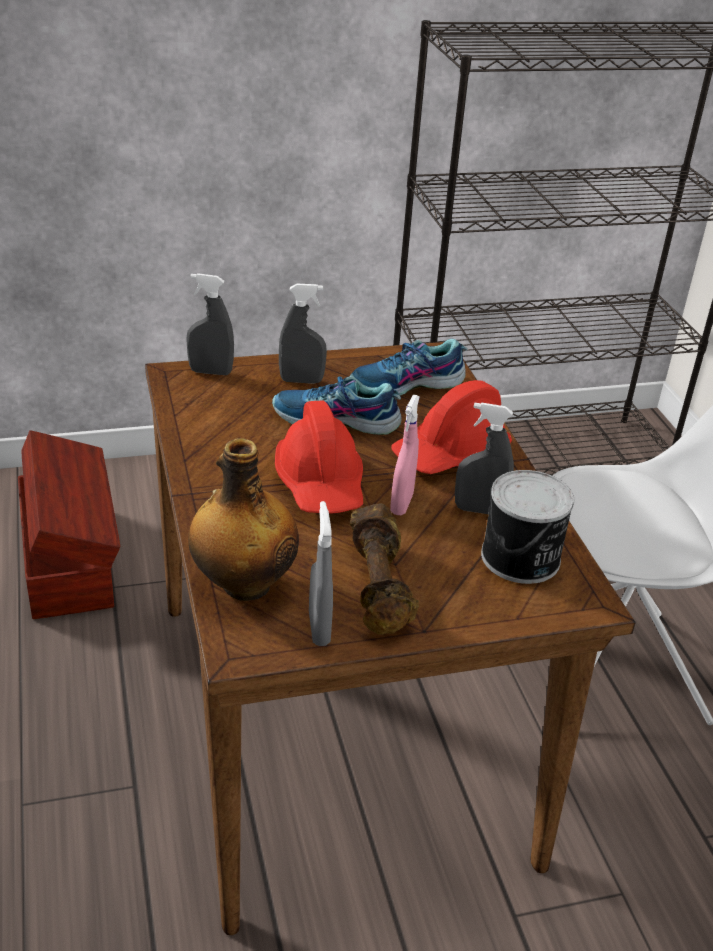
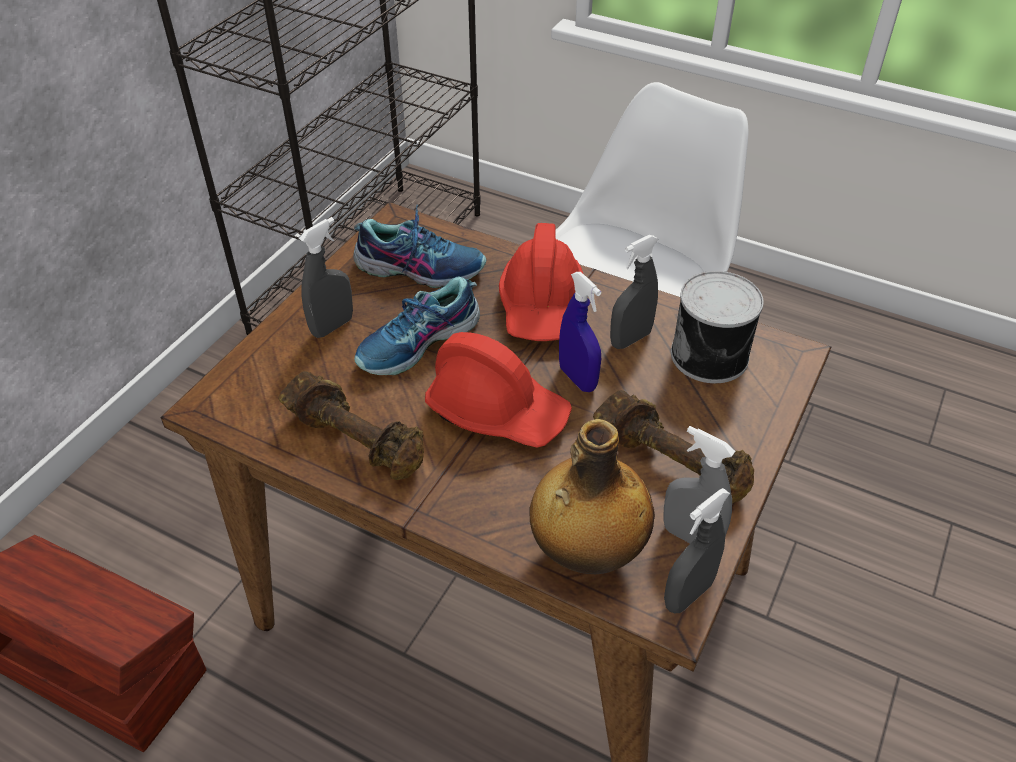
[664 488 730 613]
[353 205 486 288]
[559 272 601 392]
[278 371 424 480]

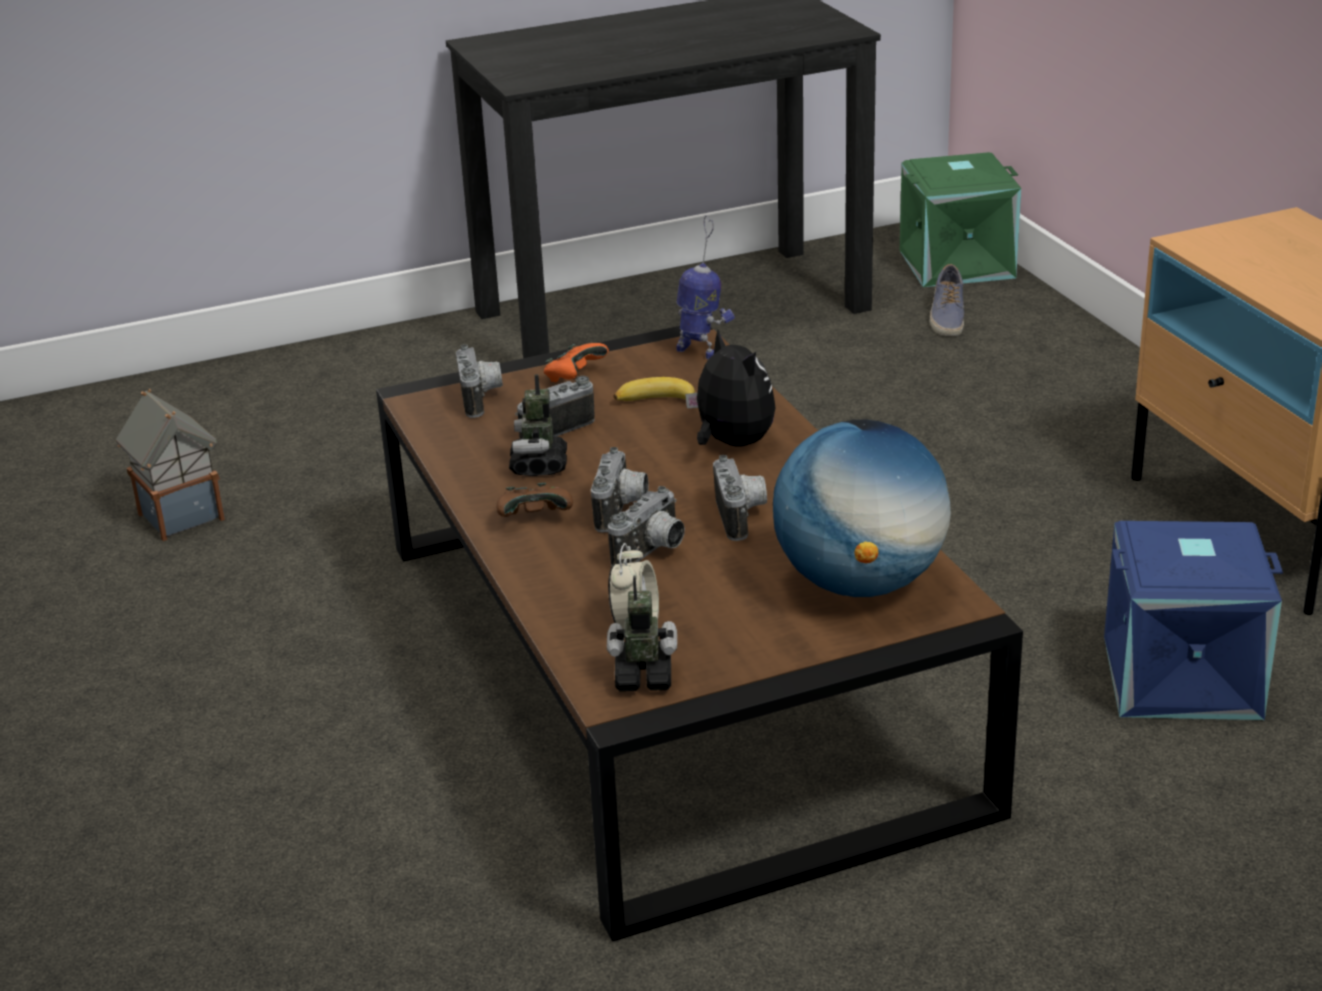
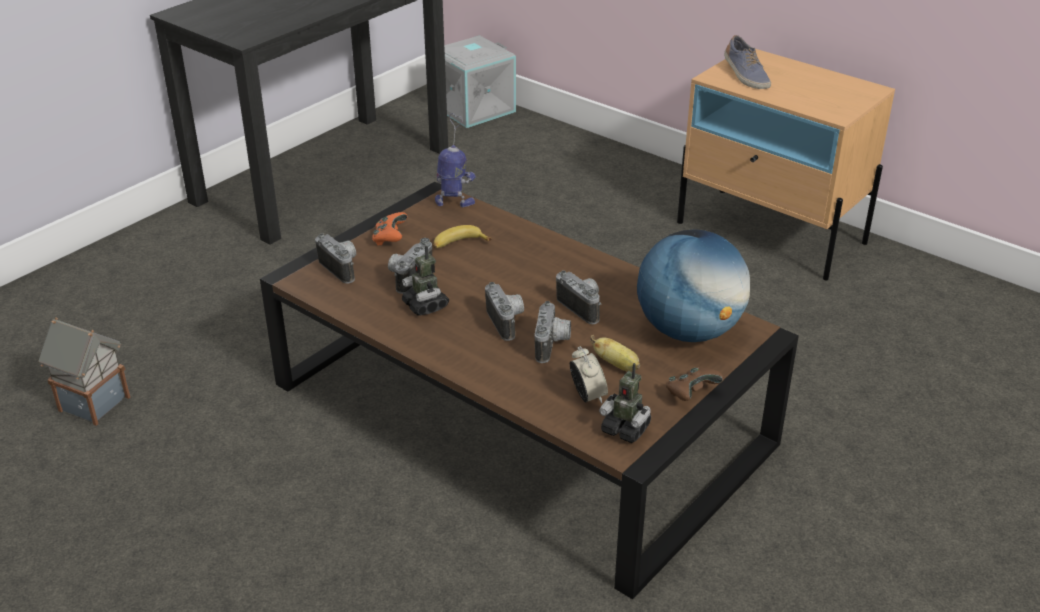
[666 368 724 401]
[599 363 651 443]
[685 330 776 447] (first image)
[444 35 516 128]
[724 35 771 89]
[1104 521 1283 720] (first image)
[590 335 640 371]

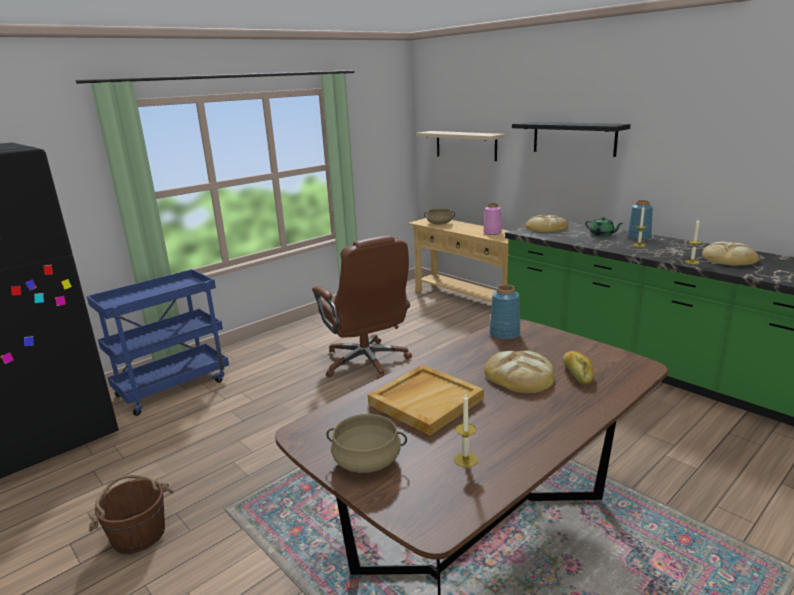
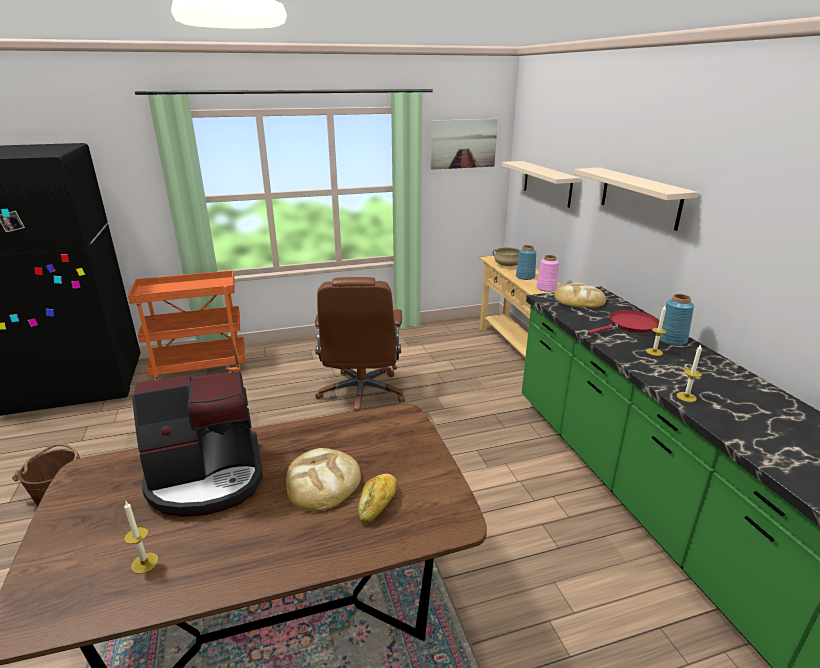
[128 270 245 380]
[326 414 407 473] (first image)
[132 371 263 517]
[516 245 536 280]
[574 168 698 231]
[588 310 659 334]
[702 242 759 266] (first image)
[431 119 498 170]

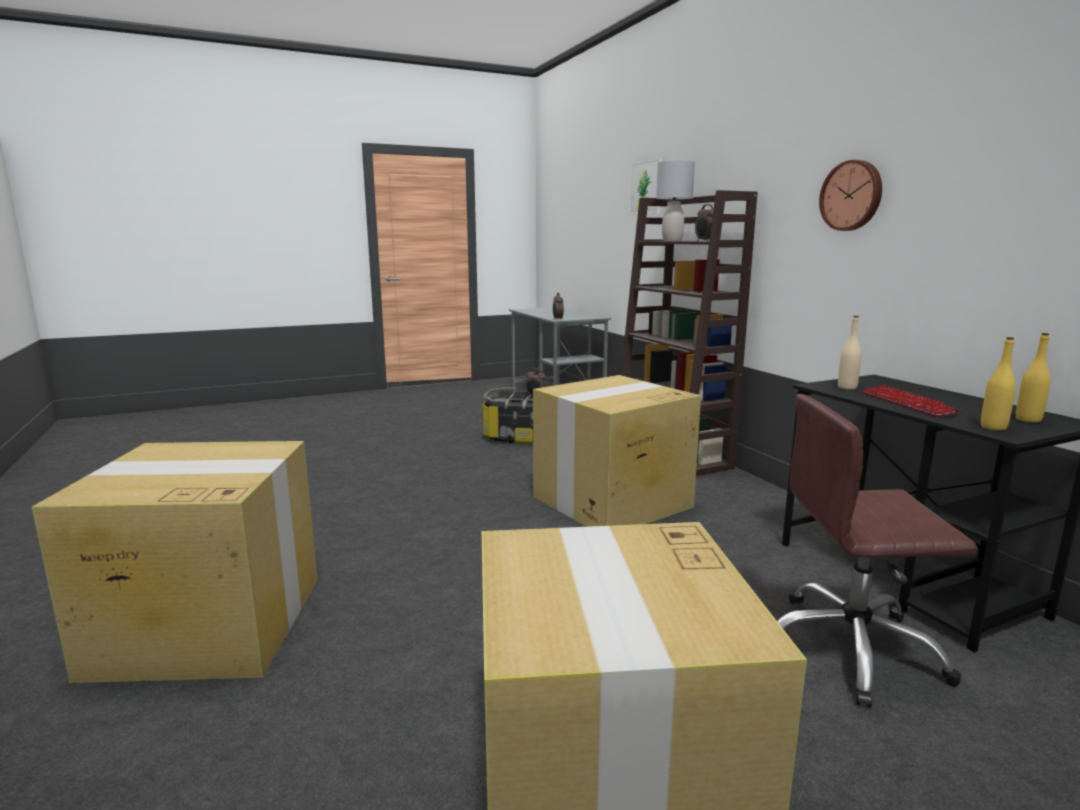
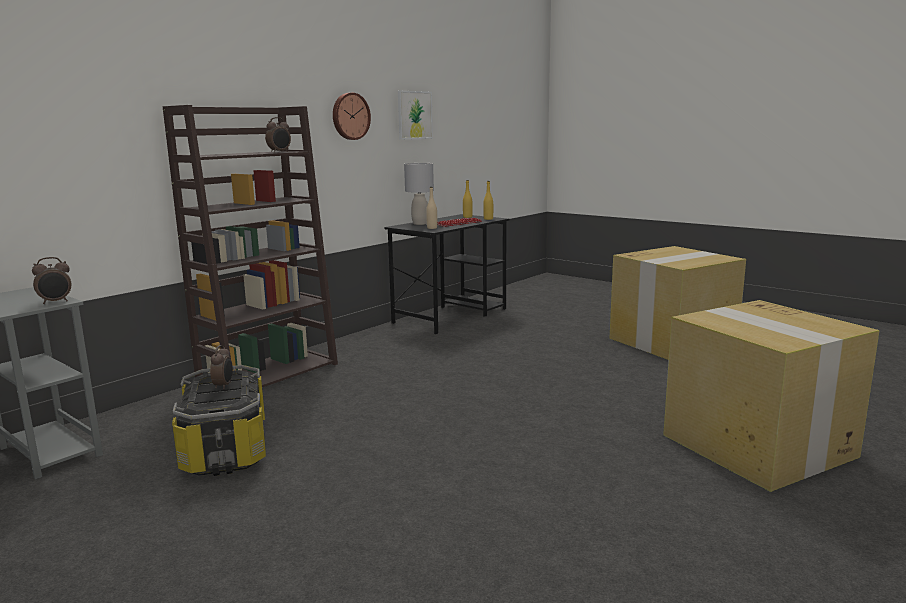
[533 375 701 527] (first image)
[398 91 433 140]
[404 163 434 225]
[777 394 977 708] (first image)

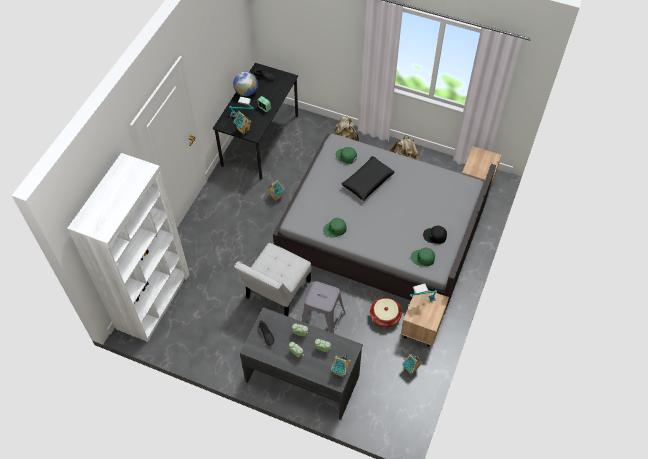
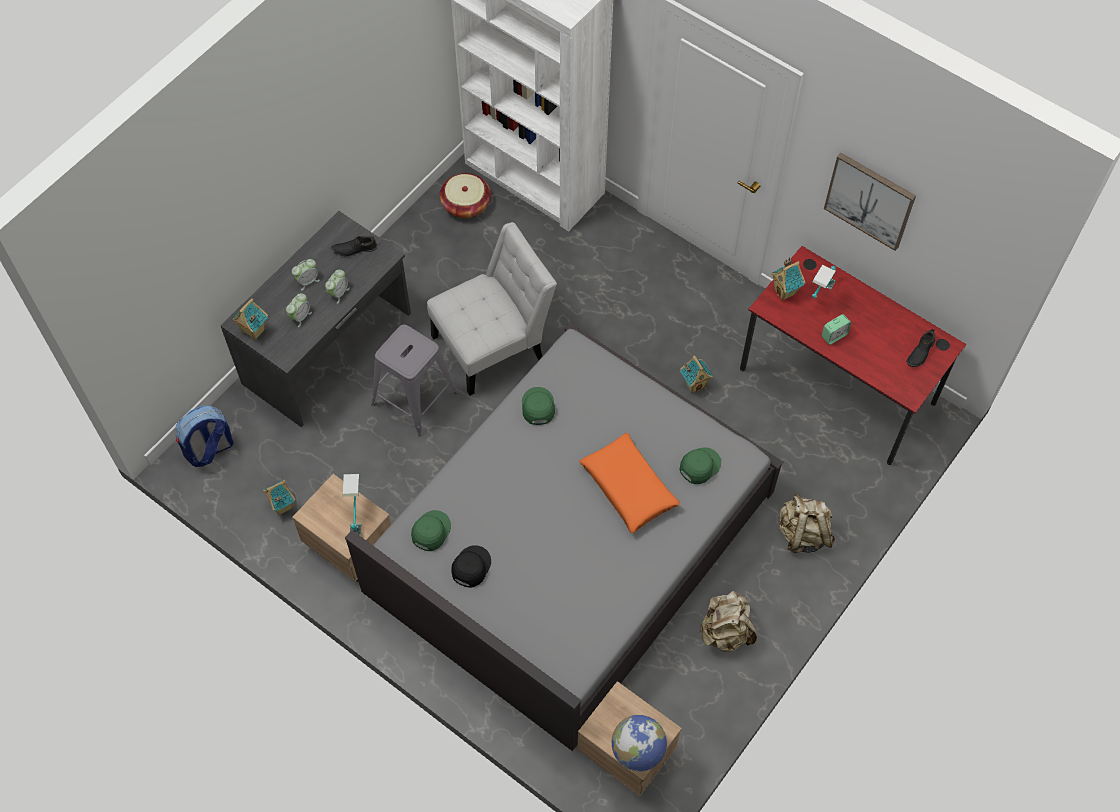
[740 246 966 465]
[612 715 667 772]
[427 222 557 396]
[580 433 680 533]
[439 173 491 218]
[175 405 234 467]
[824 152 916 251]

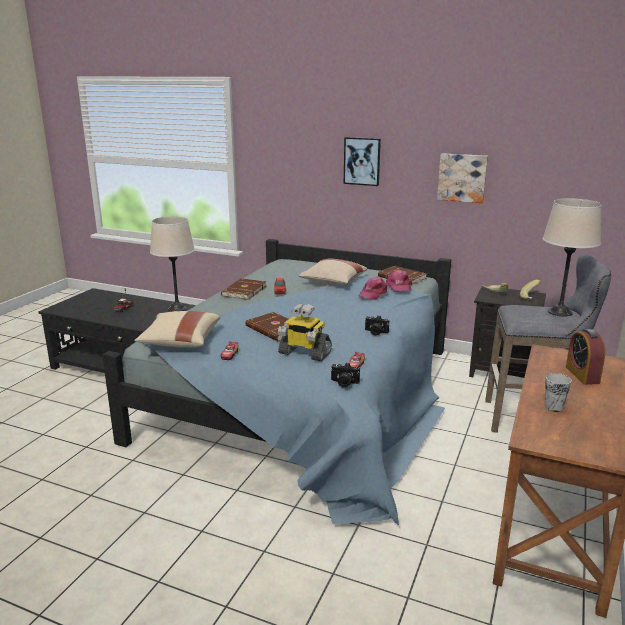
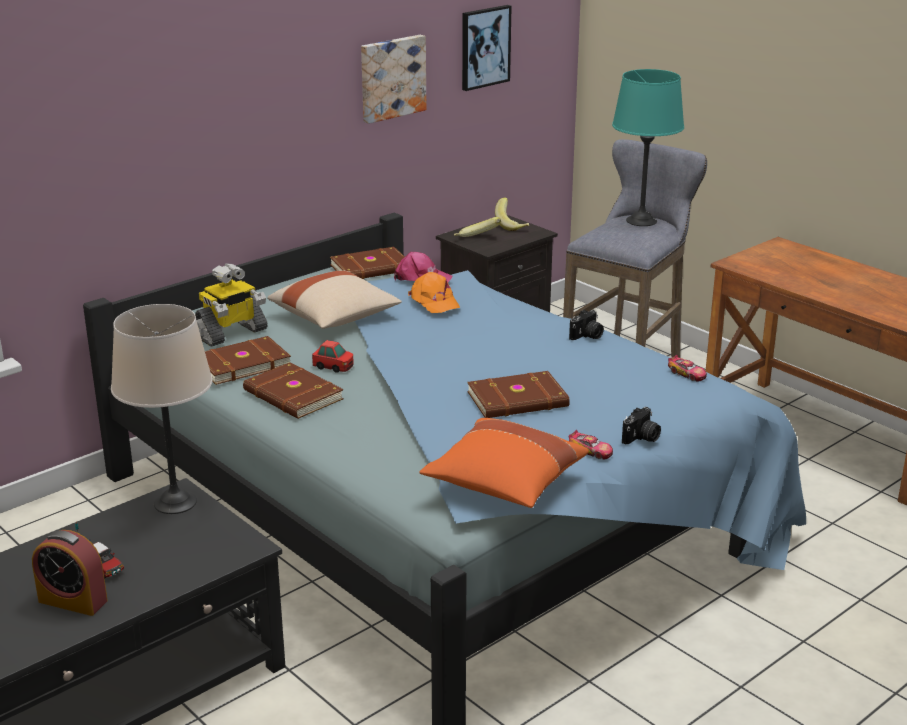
[419 418 589 508]
[195 263 268 347]
[622 407 661 444]
[462 5 512 91]
[408 272 460 313]
[612 69 684 226]
[545 373 572 412] (first image)
[32 530 108 616]
[205 336 291 385]

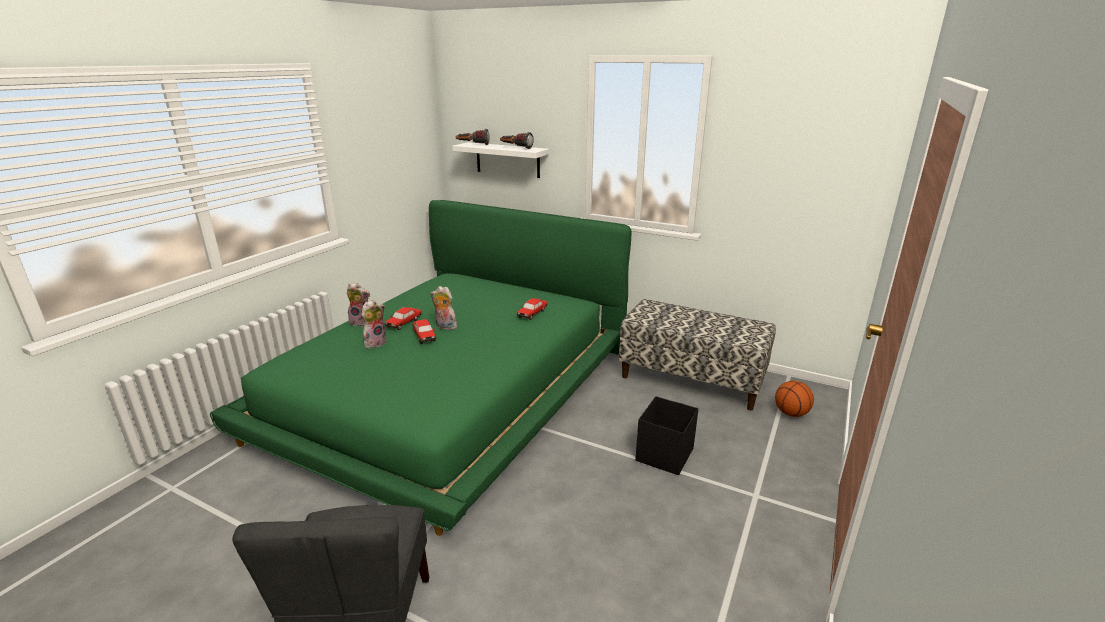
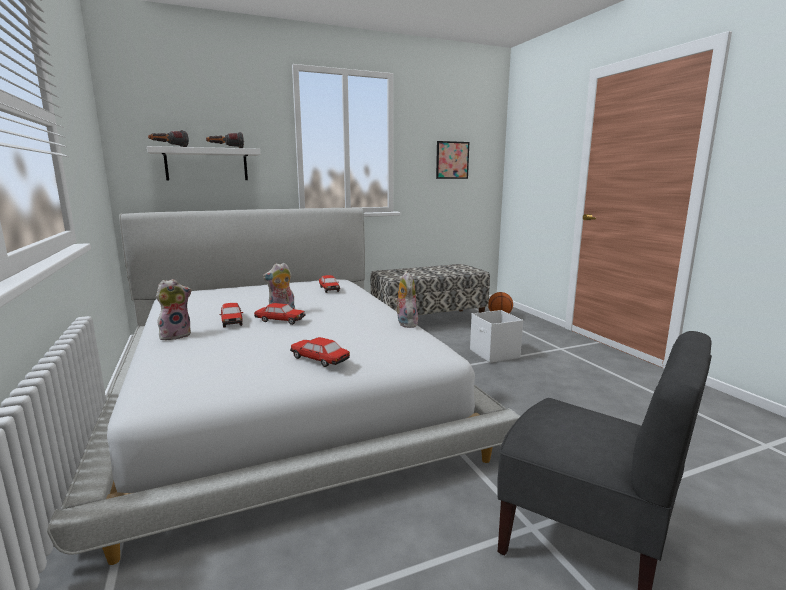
[47 208 520 565]
[394 272 418 328]
[470 310 523 363]
[290 337 350 367]
[436 141 469 179]

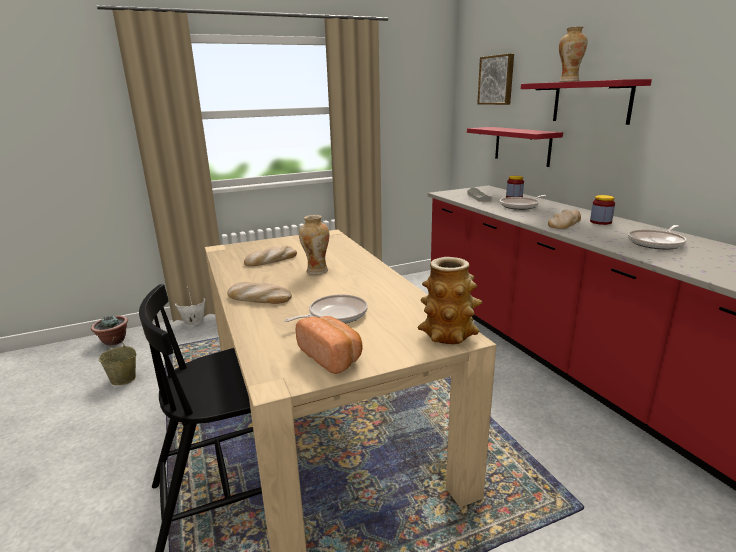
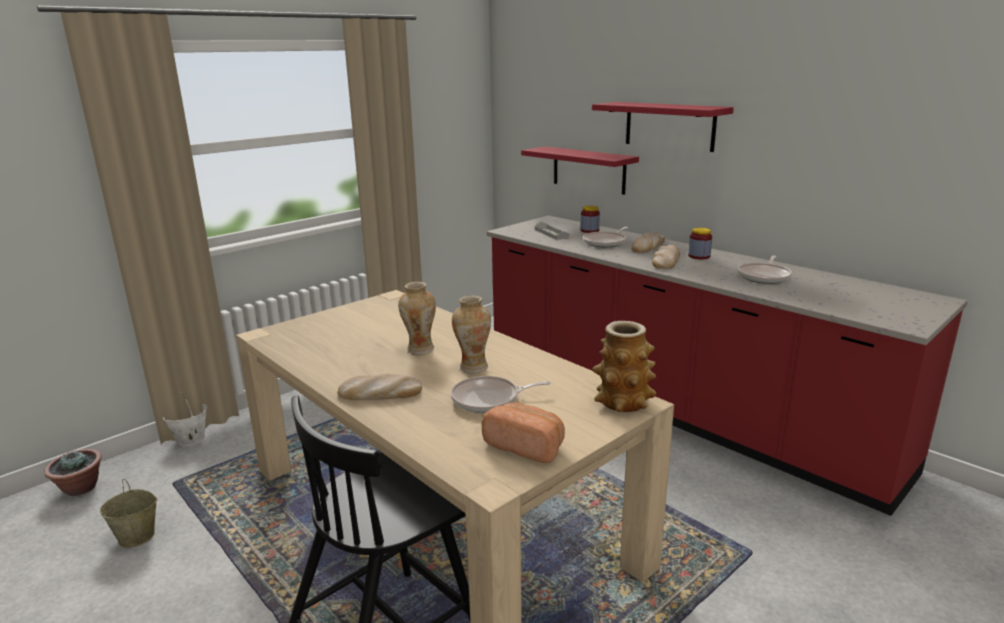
[632 231 665 253]
[451 376 551 413]
[477 54 514 105] (first image)
[452 296 491 373]

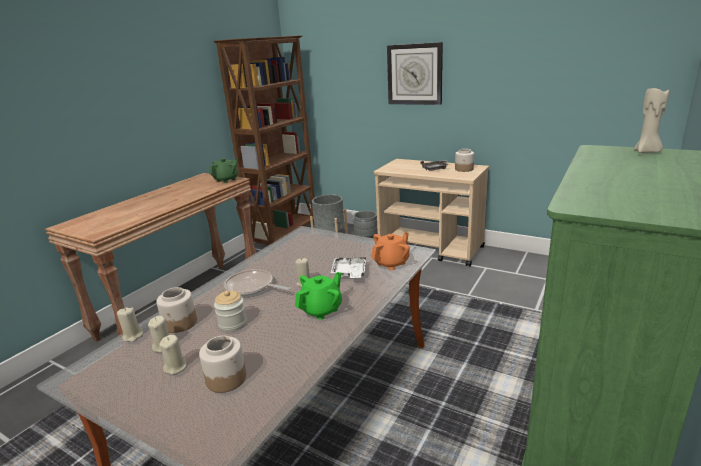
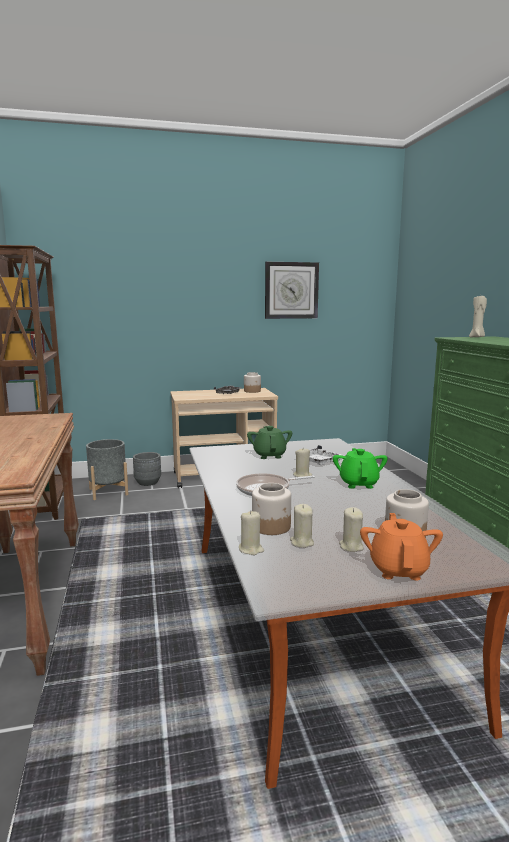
[247 426 292 459]
[214 290 247 332] (first image)
[360 513 443 580]
[265 262 319 319]

